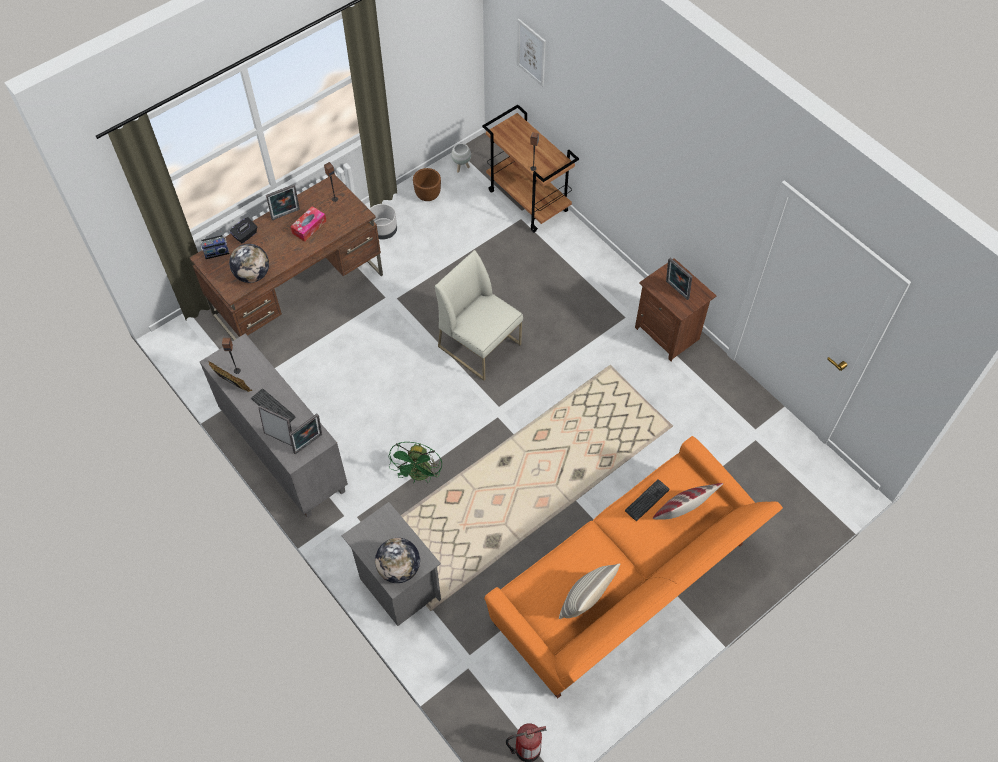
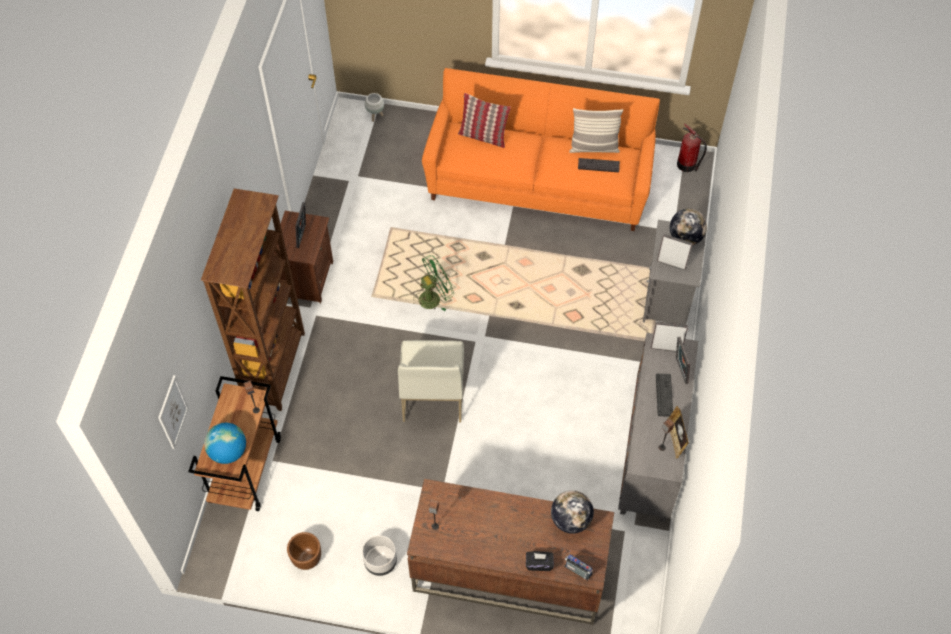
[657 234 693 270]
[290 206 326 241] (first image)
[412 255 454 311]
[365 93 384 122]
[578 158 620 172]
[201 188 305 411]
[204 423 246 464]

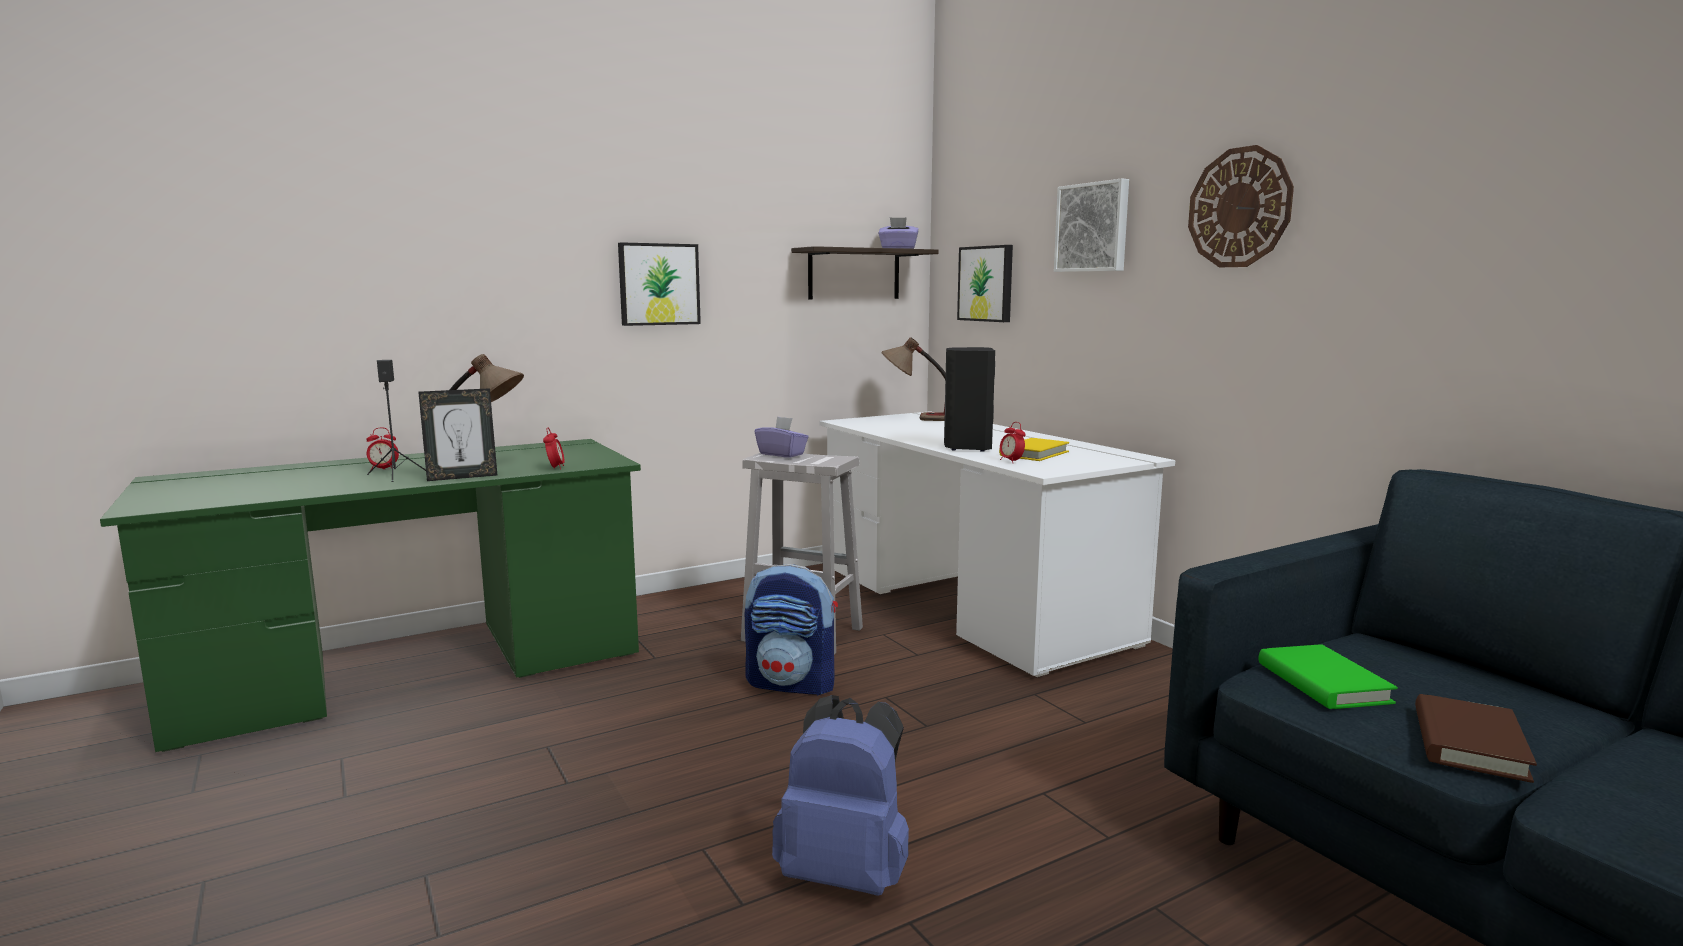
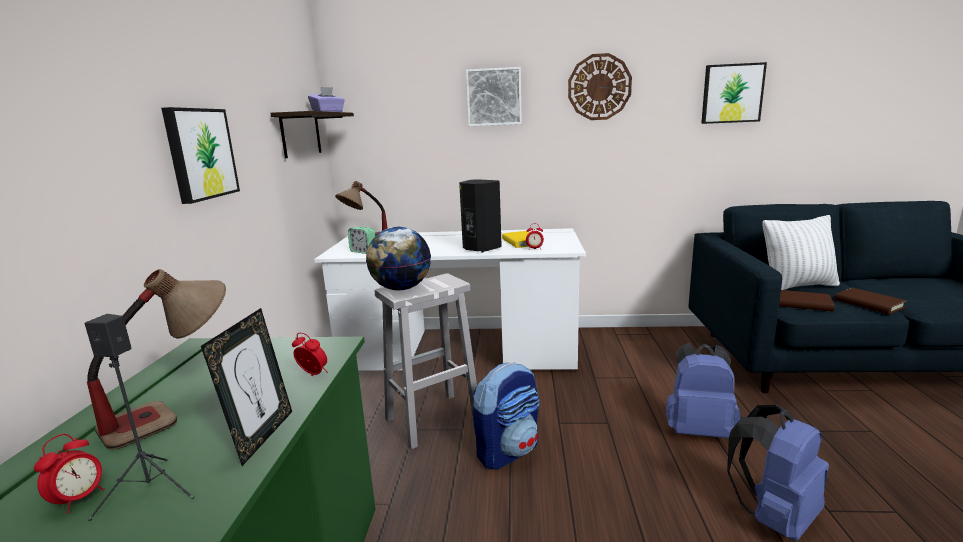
[366 227 431 290]
[701 62 767 124]
[779 290 835 312]
[348 227 375 254]
[666 343 741 439]
[763 215 840 290]

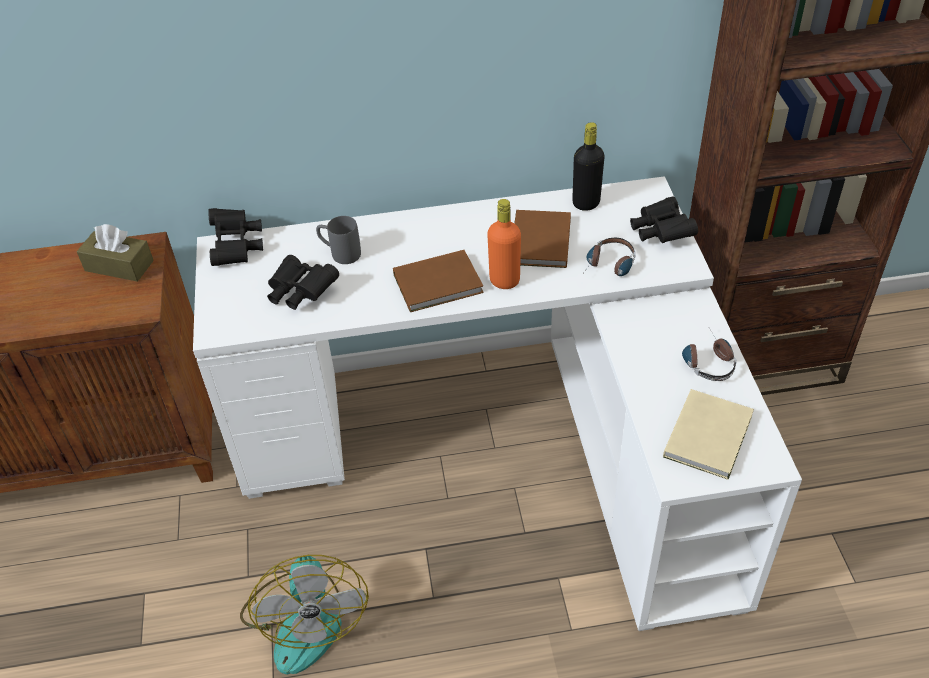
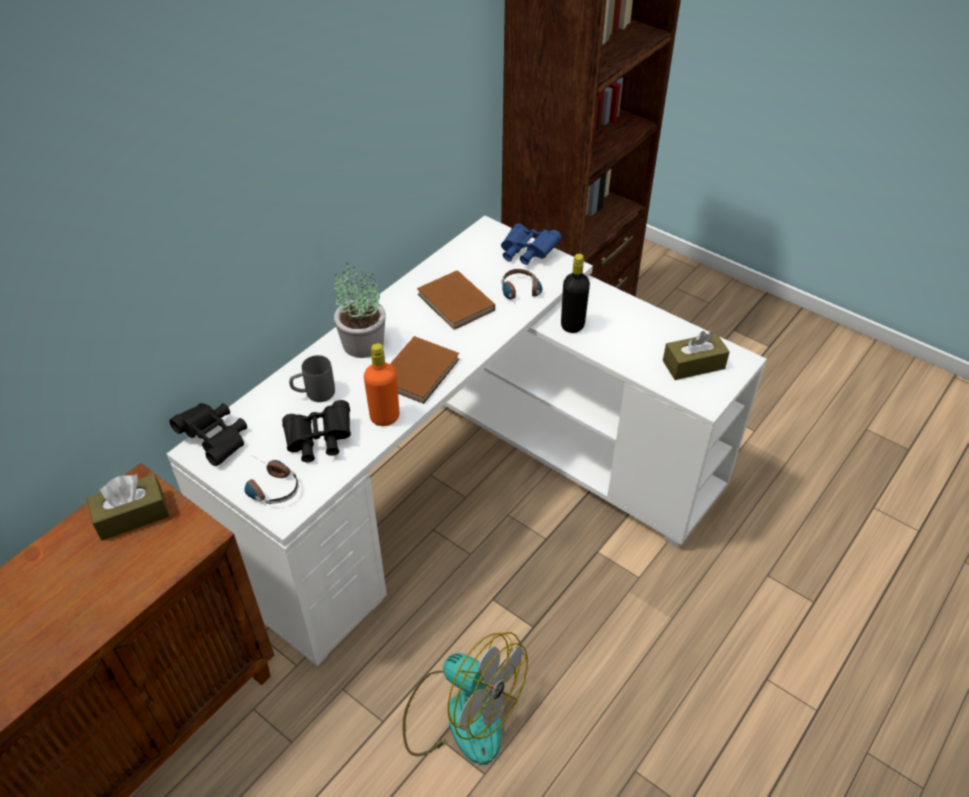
[364 343 399 426]
[561 254 590 333]
[501 223 562 265]
[663 331 730 380]
[244 460 299 505]
[334 262 385 358]

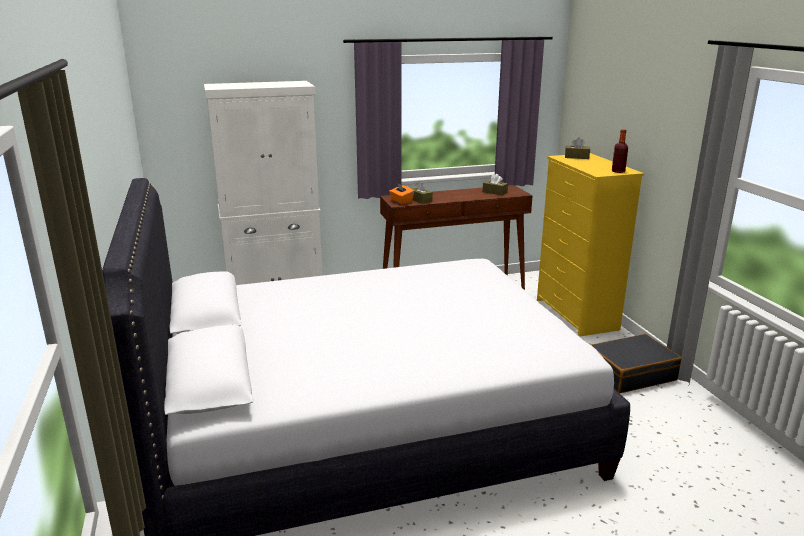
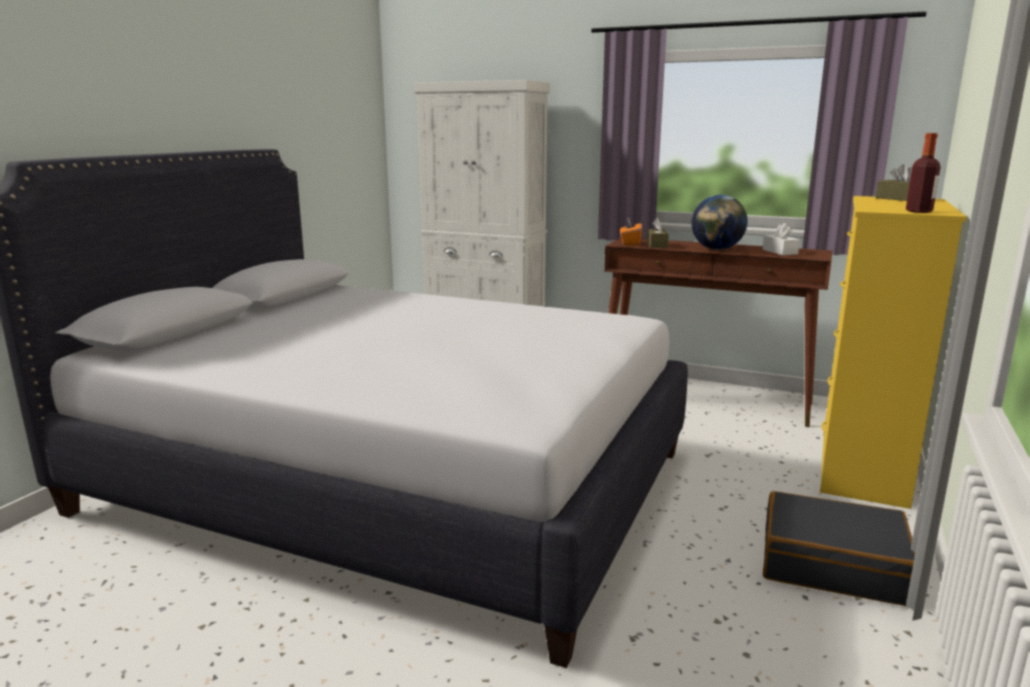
[762 223 800 255]
[691 195 748 250]

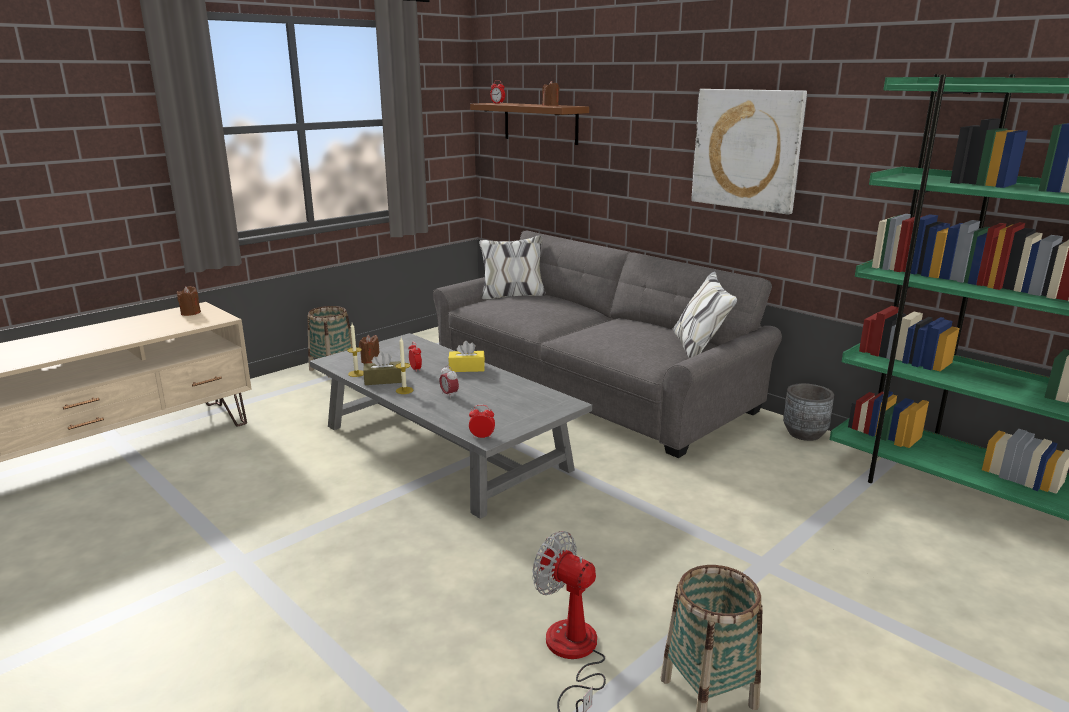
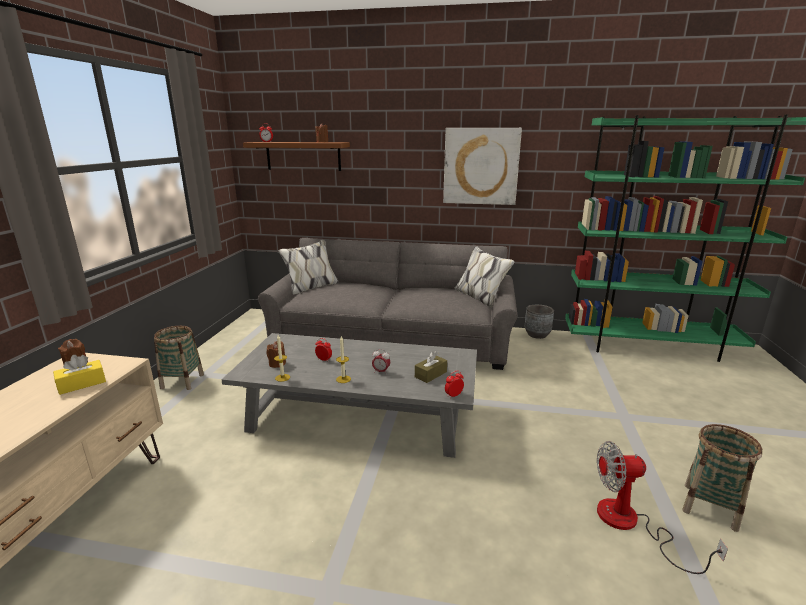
[415 351 447 383]
[53 355 106 395]

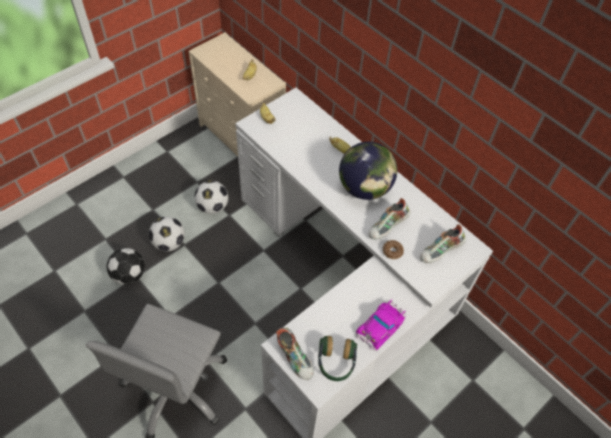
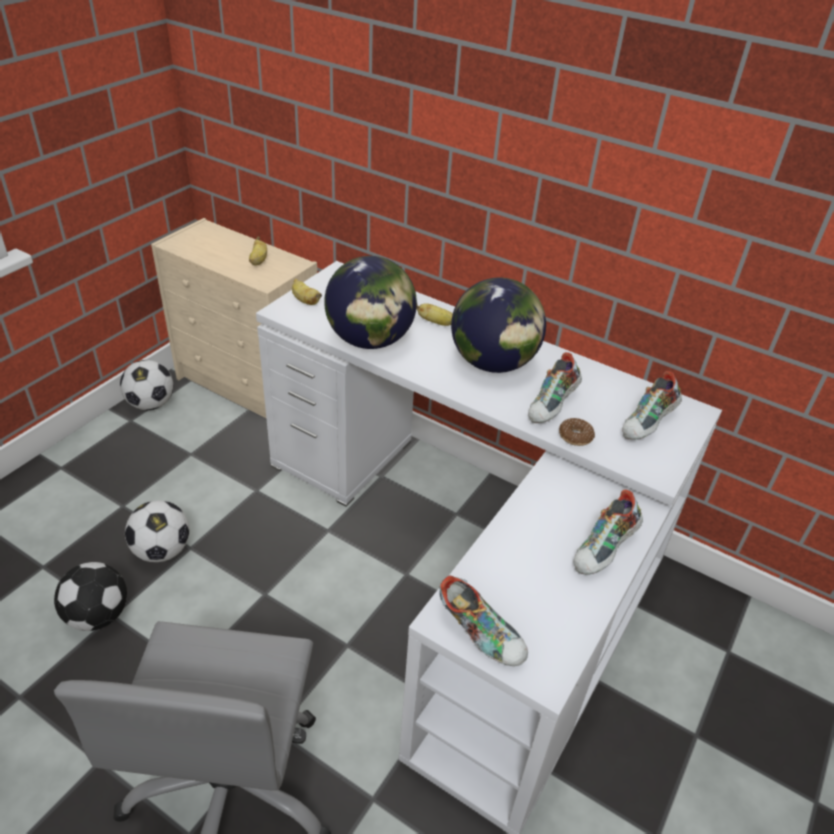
[120 360 174 410]
[318 336 357 381] (first image)
[574 489 643 575]
[324 256 417 349]

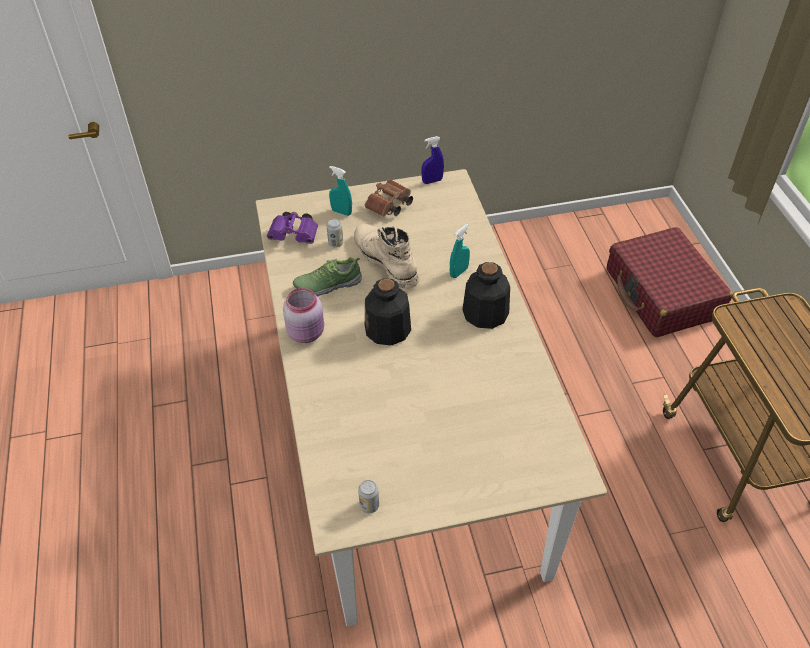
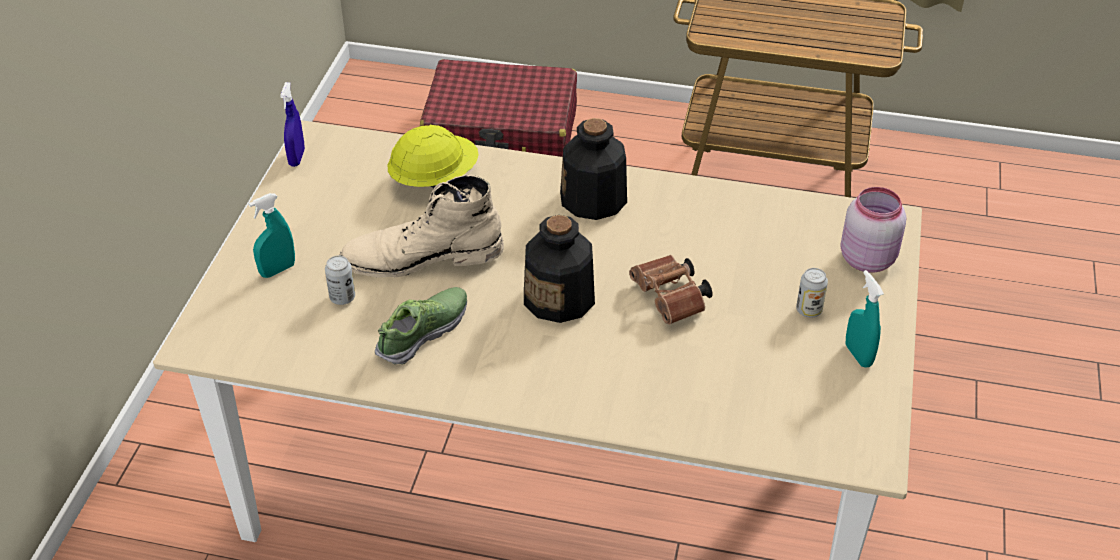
[267 212 318 244] (first image)
[841 187 906 273]
[375 287 467 365]
[796 268 828 317]
[629 255 712 325]
[846 270 884 368]
[387 125 479 189]

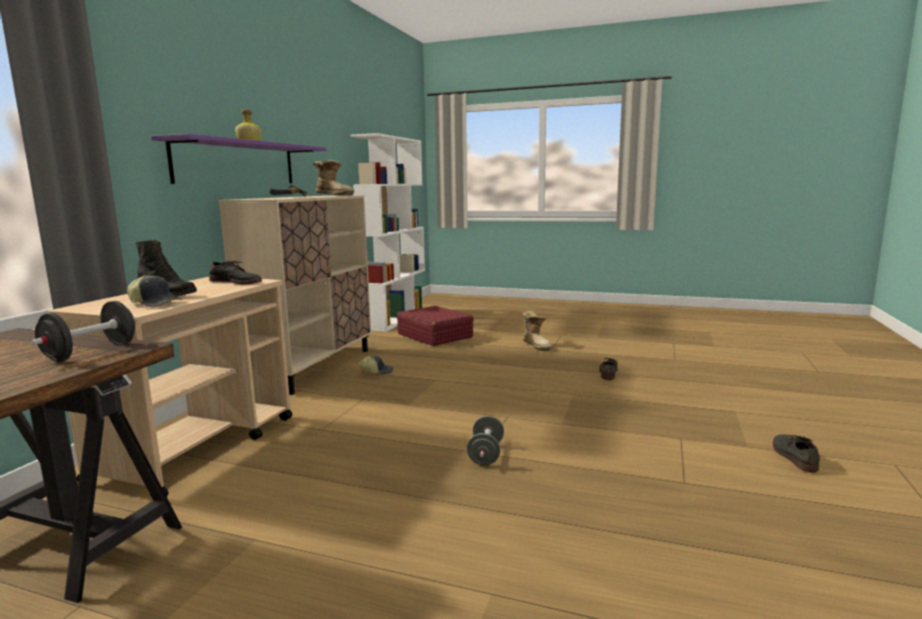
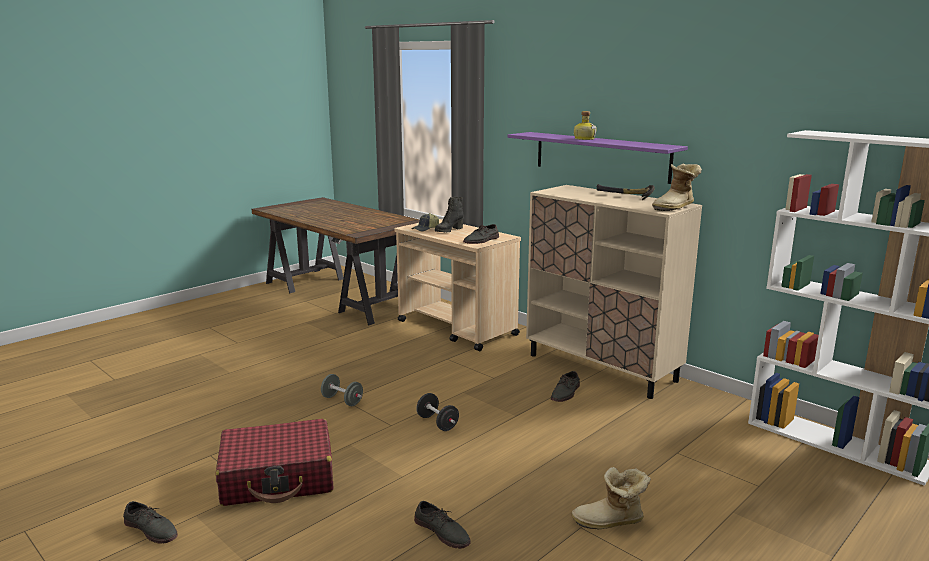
[416 393 459 431]
[551 371 580 402]
[216 419 334 506]

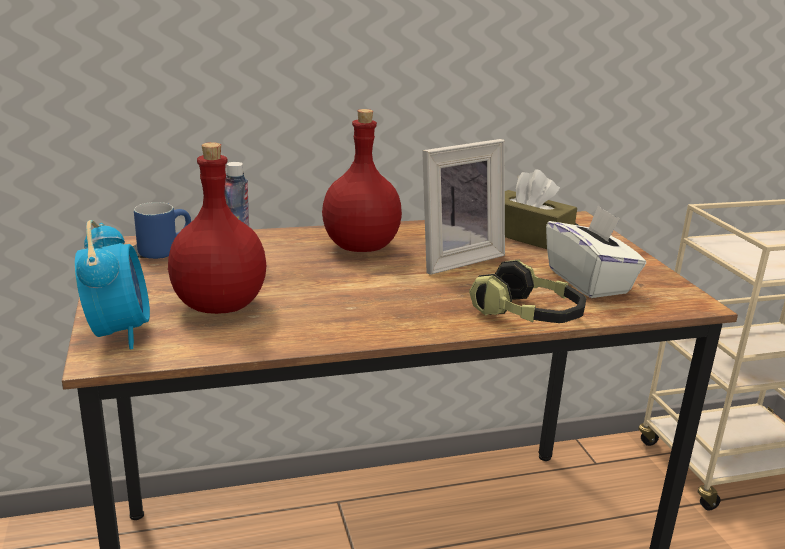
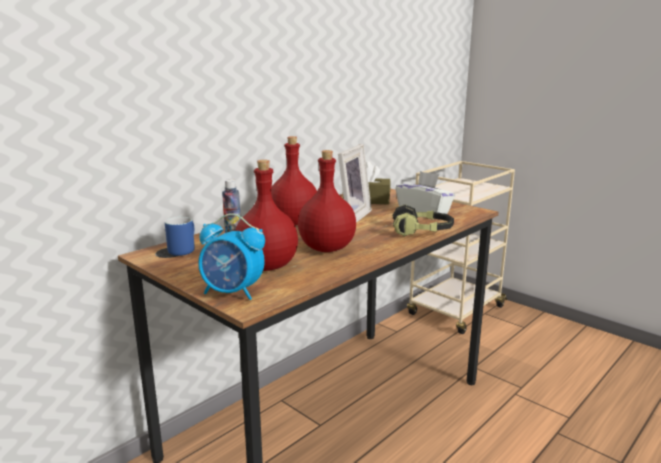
[198 213 265 300]
[298 150 356 252]

